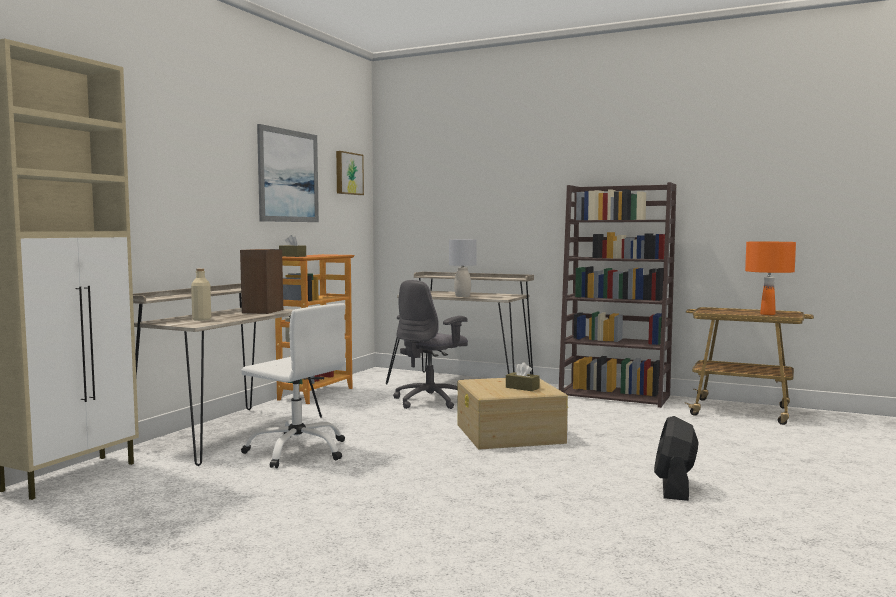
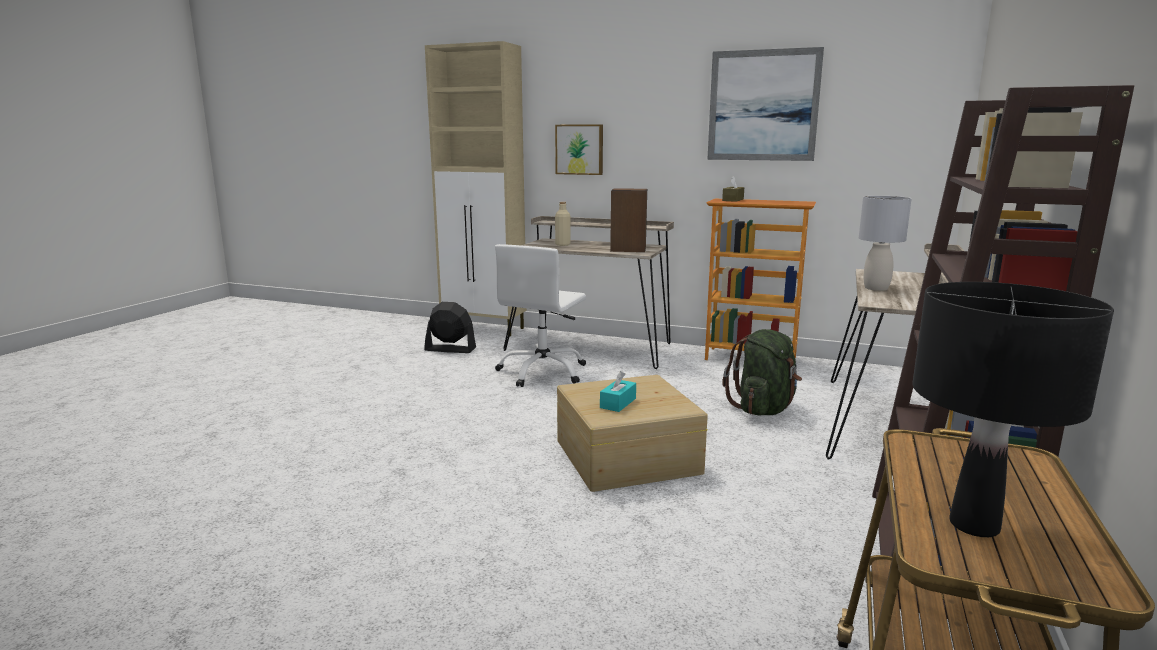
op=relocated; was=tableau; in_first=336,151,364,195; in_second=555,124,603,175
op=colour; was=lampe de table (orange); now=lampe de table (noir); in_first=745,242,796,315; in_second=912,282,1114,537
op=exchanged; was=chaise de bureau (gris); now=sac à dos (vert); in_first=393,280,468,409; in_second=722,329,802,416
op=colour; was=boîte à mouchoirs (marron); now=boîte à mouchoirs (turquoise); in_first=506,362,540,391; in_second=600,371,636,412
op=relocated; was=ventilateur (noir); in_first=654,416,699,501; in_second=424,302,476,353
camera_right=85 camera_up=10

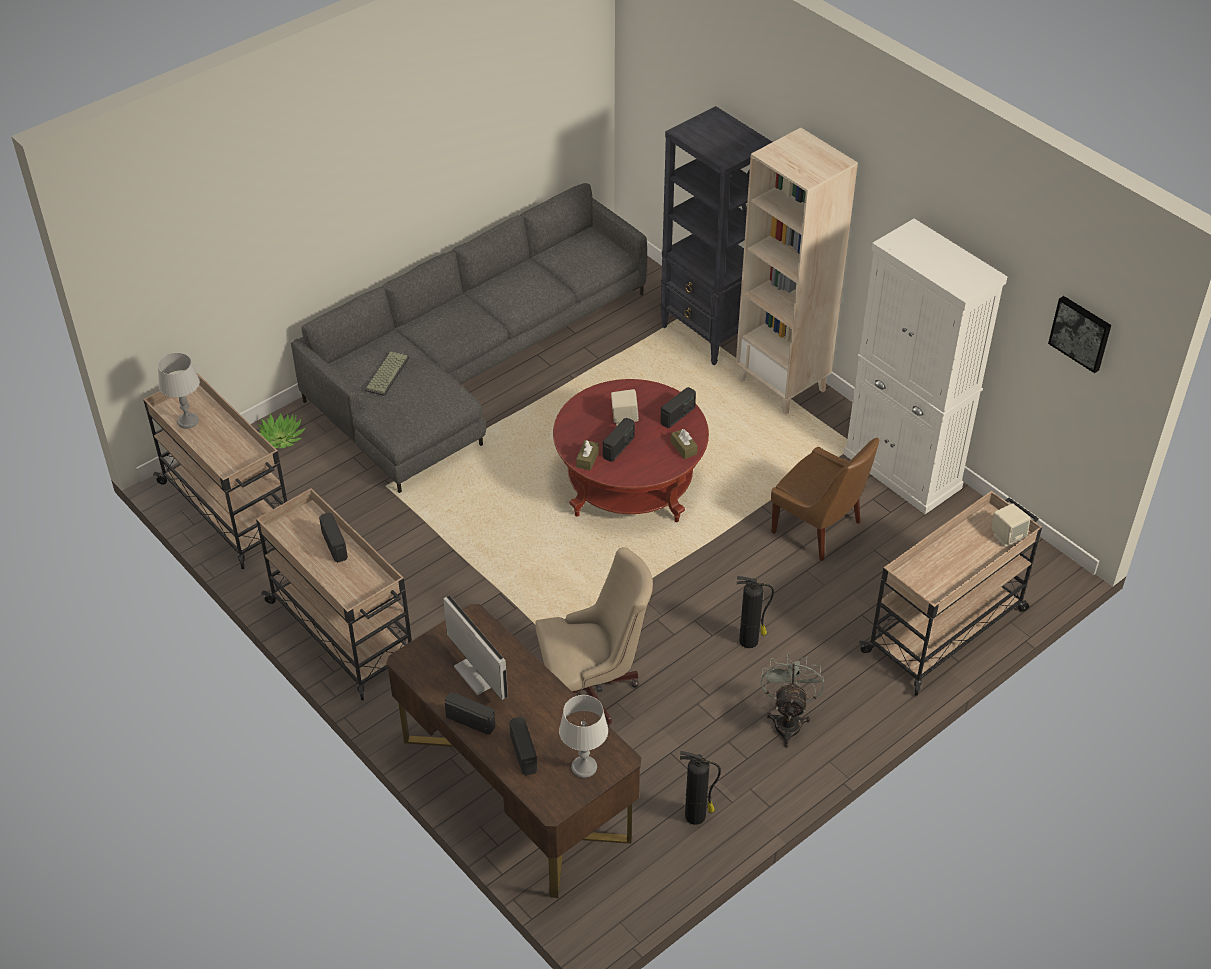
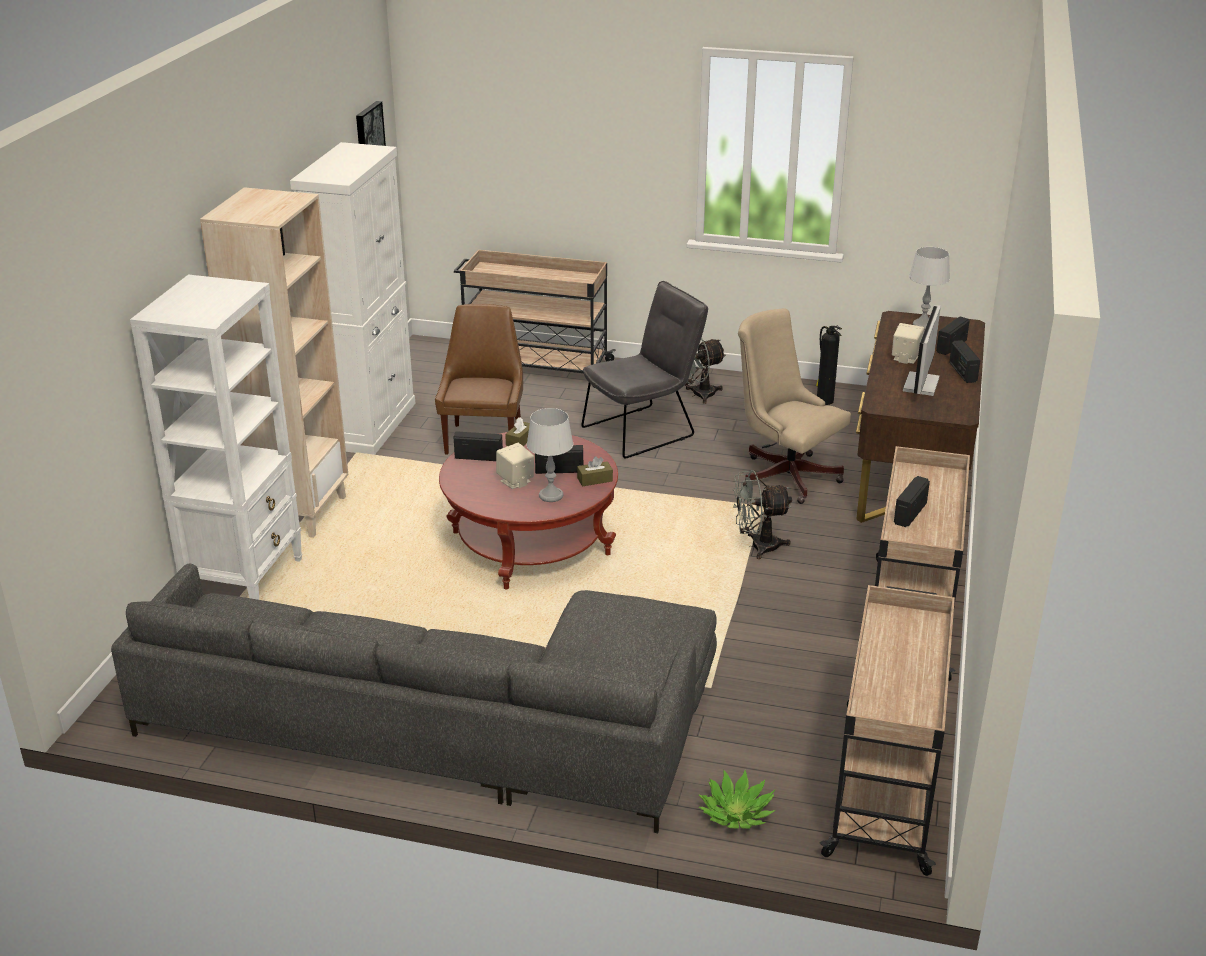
op=colour; was=bibliothèque (noir); now=bibliothèque (blanc); in_first=660,106,772,365; in_second=130,275,303,600
op=missing; was=clavier; in_first=365,351,410,396
op=relocated; was=lampe de table (gris); in_first=158,353,200,429; in_second=527,408,573,502
op=relocated; was=enceinte (beige); in_first=991,503,1030,547; in_second=892,323,924,364
op=exchanged; was=extincteur; now=chaise (gris); in_first=736,576,774,648; in_second=581,281,708,459
op=appeared; now=ventilateur (gris); in_second=733,470,792,559
camera_right=-125 camera_up=-15

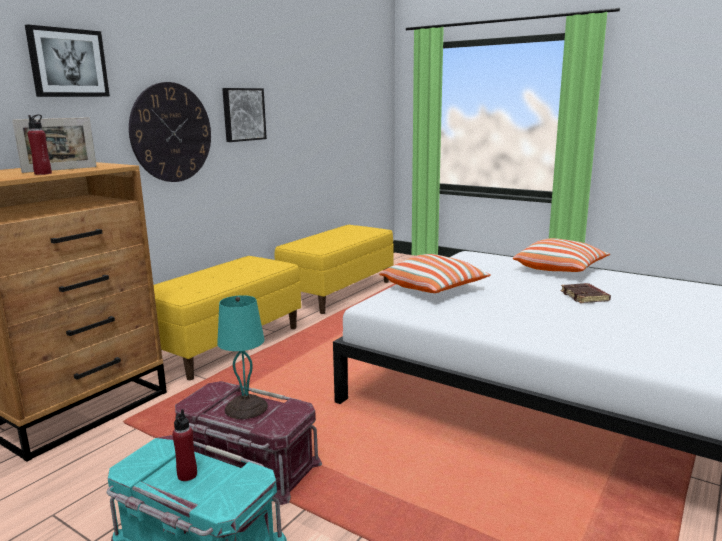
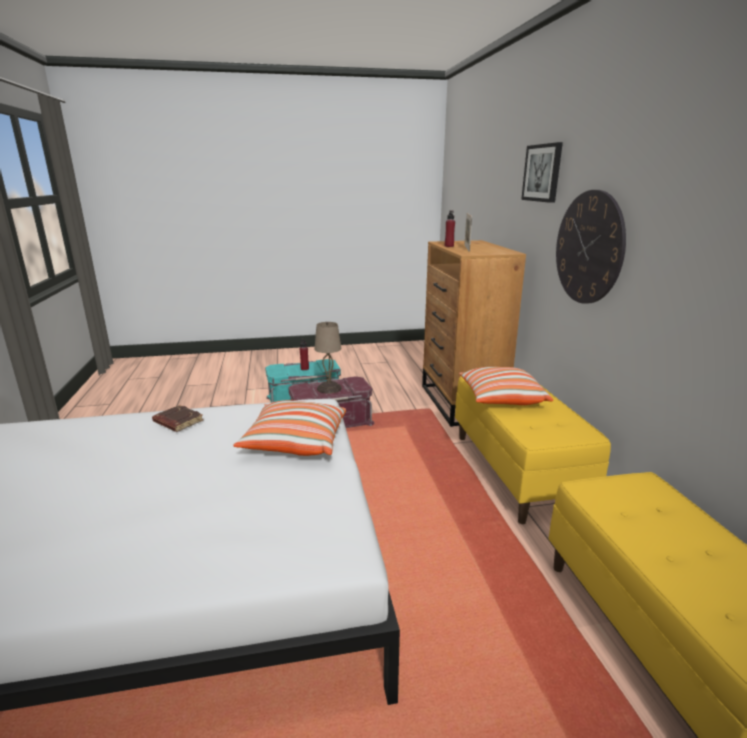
op=missing; was=tableau; in_first=222,88,267,142
op=relocated; was=coussin; in_first=513,238,610,272; in_second=459,367,553,405
op=relocated; was=livre (marron); in_first=561,283,611,303; in_second=152,405,204,432
op=colour; was=lampe de table (turquoise); now=lampe de table (beige); in_first=217,295,268,419; in_second=314,322,342,393
camera_right=135 camera_up=5

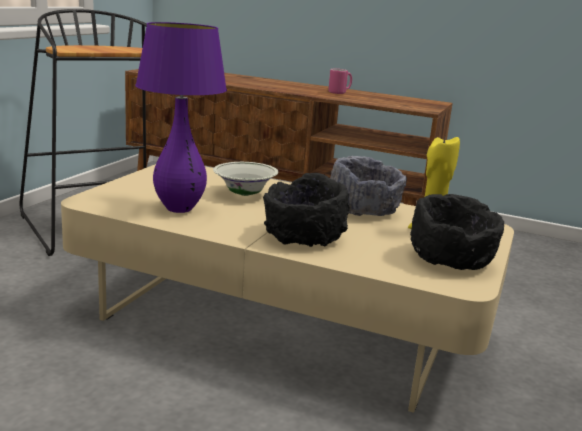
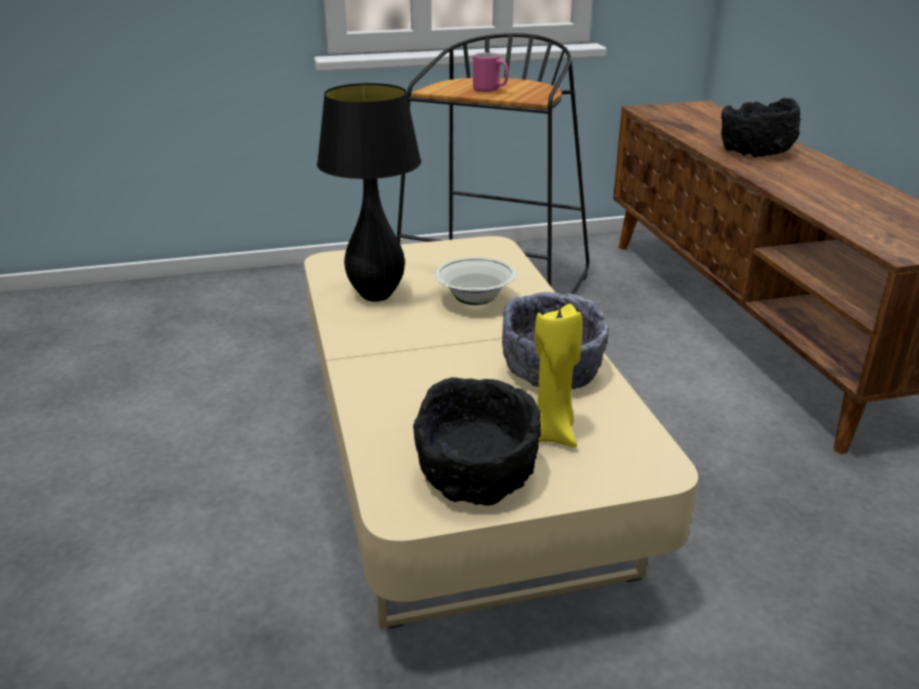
op=colour; was=lampe de table (violet); now=lampe de table (noir); in_first=135,22,227,213; in_second=317,83,421,302
op=relocated; was=mug (rose); in_first=328,69,352,94; in_second=473,53,509,92
op=relocated; was=bol (noir); in_first=263,173,350,247; in_second=721,98,801,158
camera_right=55 camera_up=10

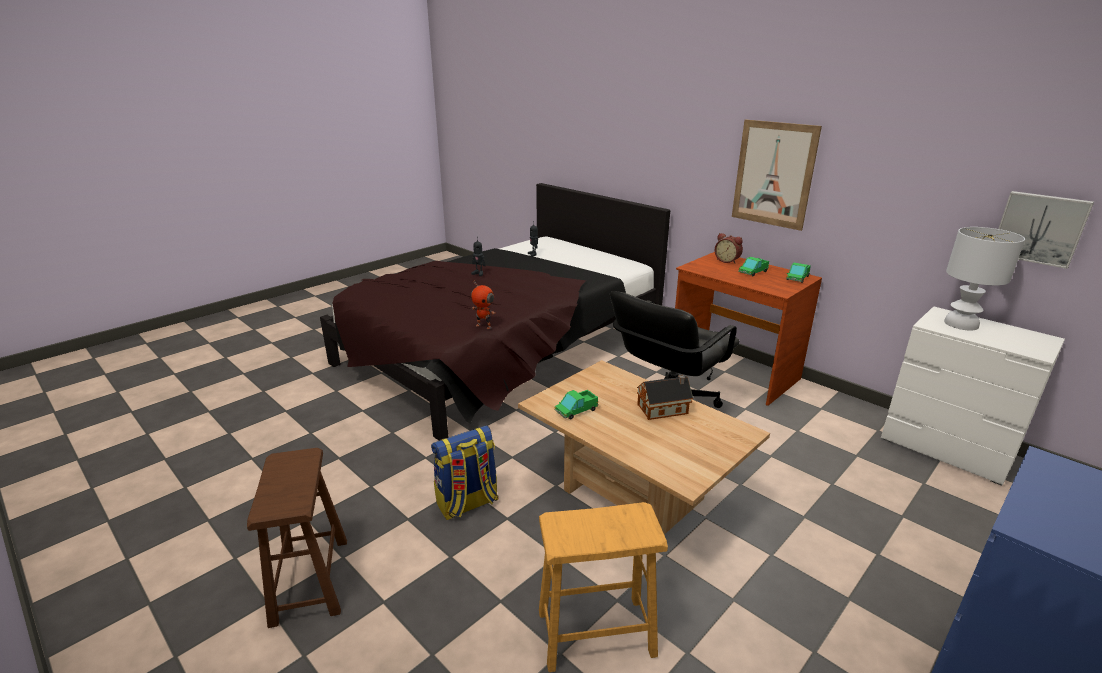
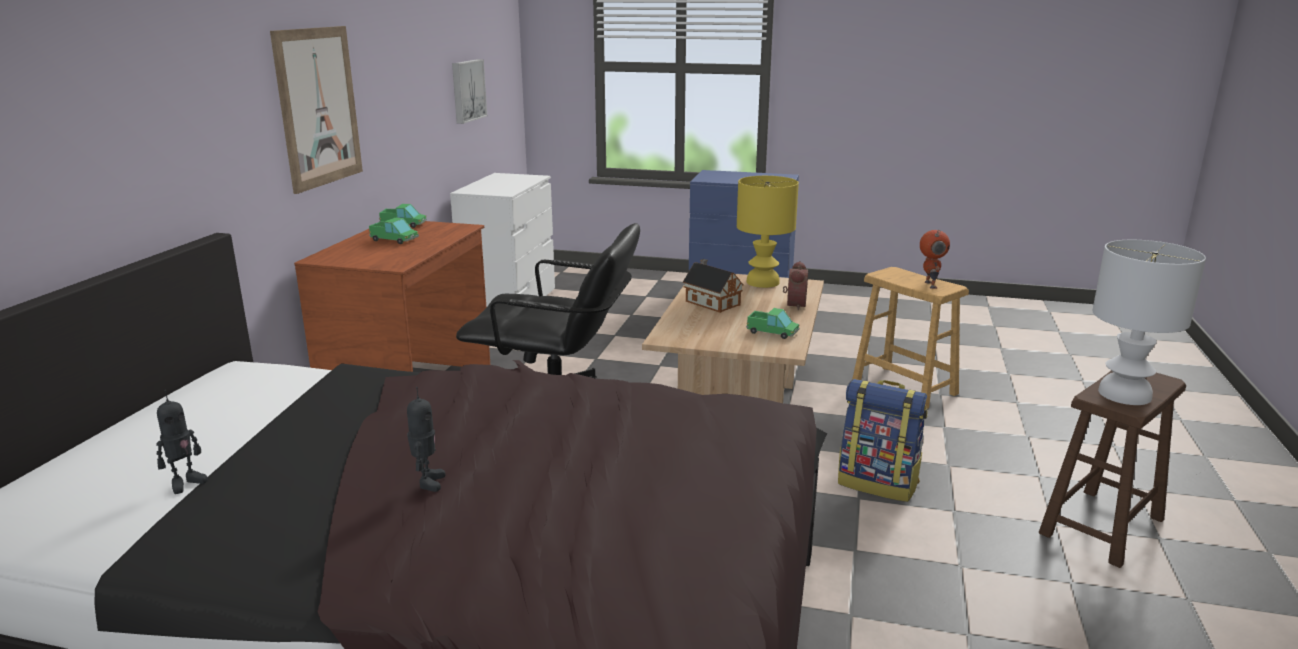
op=relocated; was=lampe de table (blanc); in_first=944,227,1025,331; in_second=1092,240,1206,405
op=relocated; was=réveil; in_first=715,233,743,264; in_second=783,261,808,311
op=relocated; was=robot jouet; in_first=471,281,495,329; in_second=920,230,950,289
op=appeared; now=lampe de table (jaune); in_second=737,176,799,288
camera_right=-120 camera_up=-5

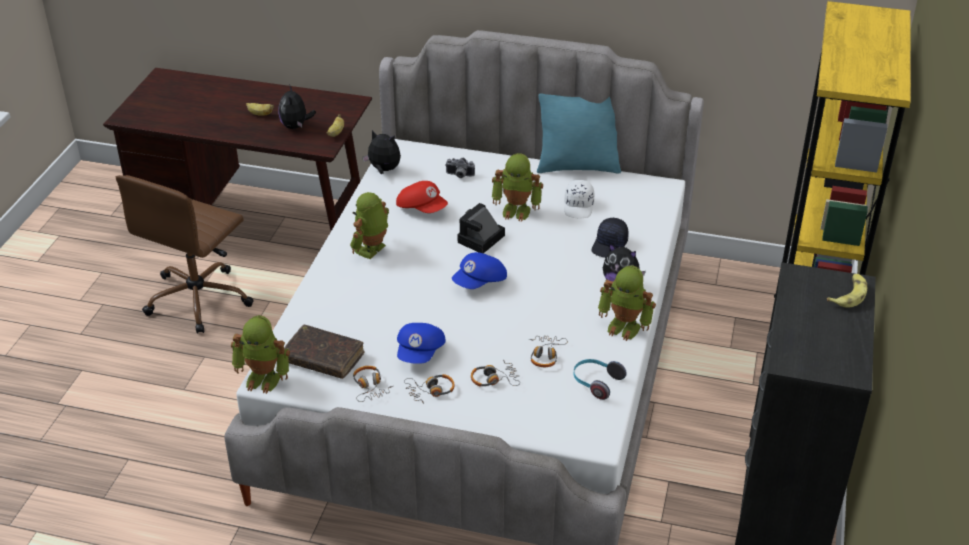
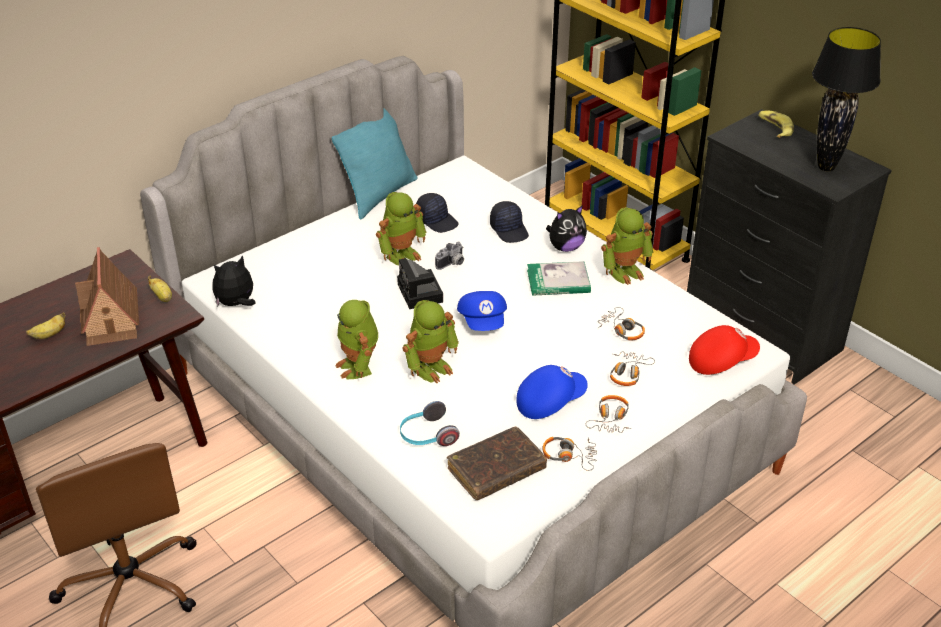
op=exchanged; was=peluche; now=maison miniature; in_first=278,84,316,129; in_second=75,247,139,346
op=relocated; was=appareil photo; in_first=445,158,475,178; in_second=435,242,464,270
op=colour; was=casquette (blanc); now=casquette (noir); in_first=564,180,594,218; in_second=416,193,459,233
op=relocated; was=casquette (rouge); in_first=396,181,448,213; in_second=689,325,760,375
op=relocated; was=robot jouet; in_first=231,315,290,394; in_second=402,300,459,383
op=spun; was=casquette (bleu); in_first=397,323,446,364; in_second=516,365,588,419; clockwise=-75
op=relocated; was=casque audio; in_first=574,359,627,400; in_second=400,401,460,446
op=appeared; now=lampe de table (noir); in_second=812,27,881,171
op=appeared; now=livre; in_second=527,261,591,296
camera_right=-55 camera_up=0

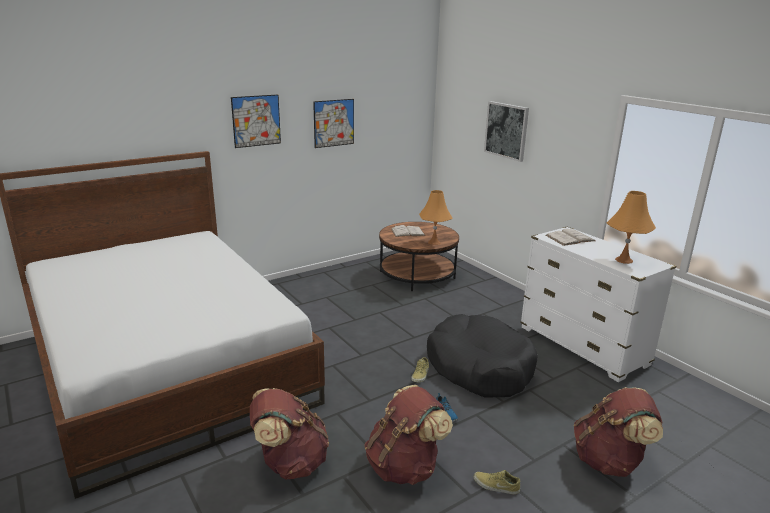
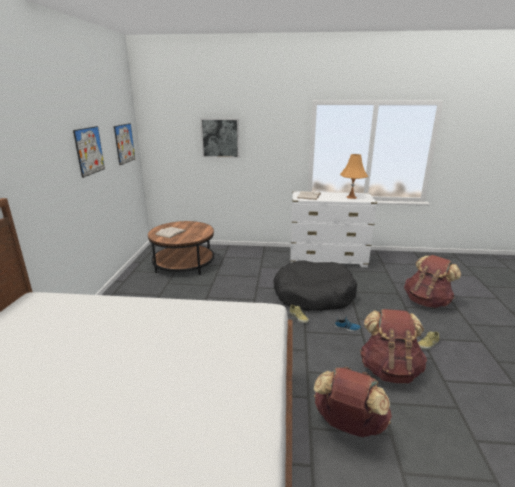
op=relocated; was=tableau; in_first=231,94,281,148; in_second=114,123,135,166
op=missing; was=lampe de table (orange); in_first=419,190,453,245
camera_right=-50 camera_up=0

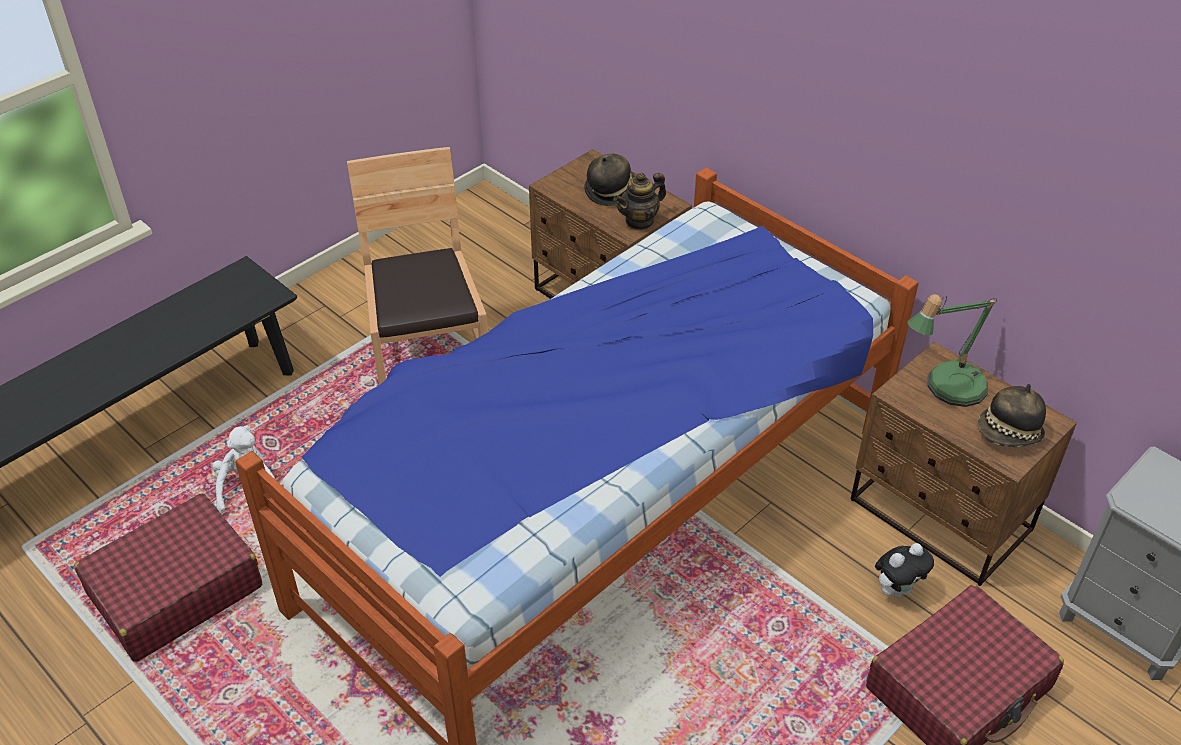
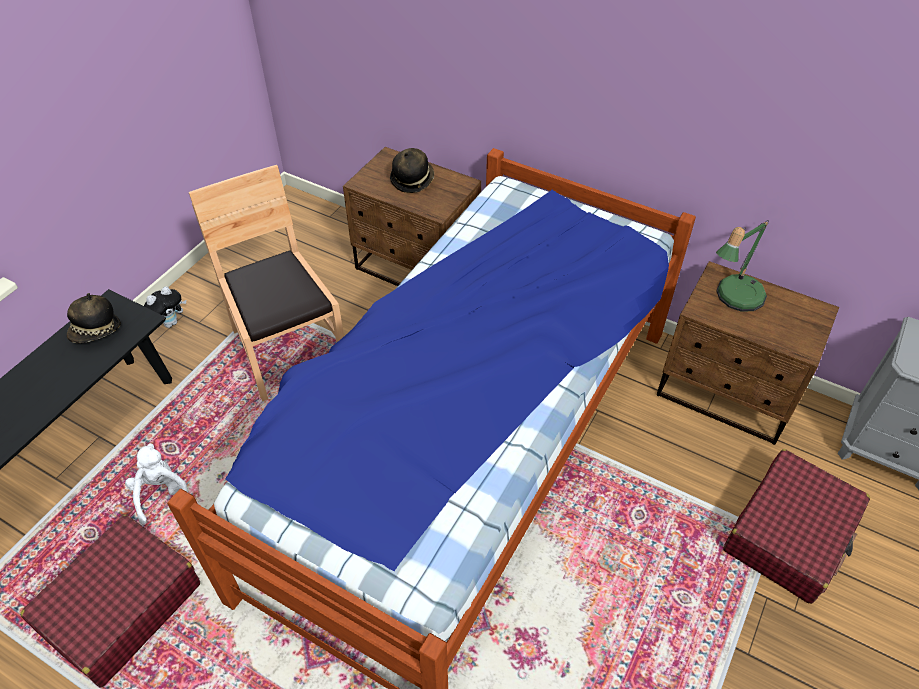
op=missing; was=théière; in_first=614,173,666,231
op=relocated; was=chapeau; in_first=978,384,1046,447; in_second=67,293,121,343
op=relocated; was=peluche; in_first=875,543,934,597; in_second=144,286,186,328
camera_right=-15 camera_up=5

